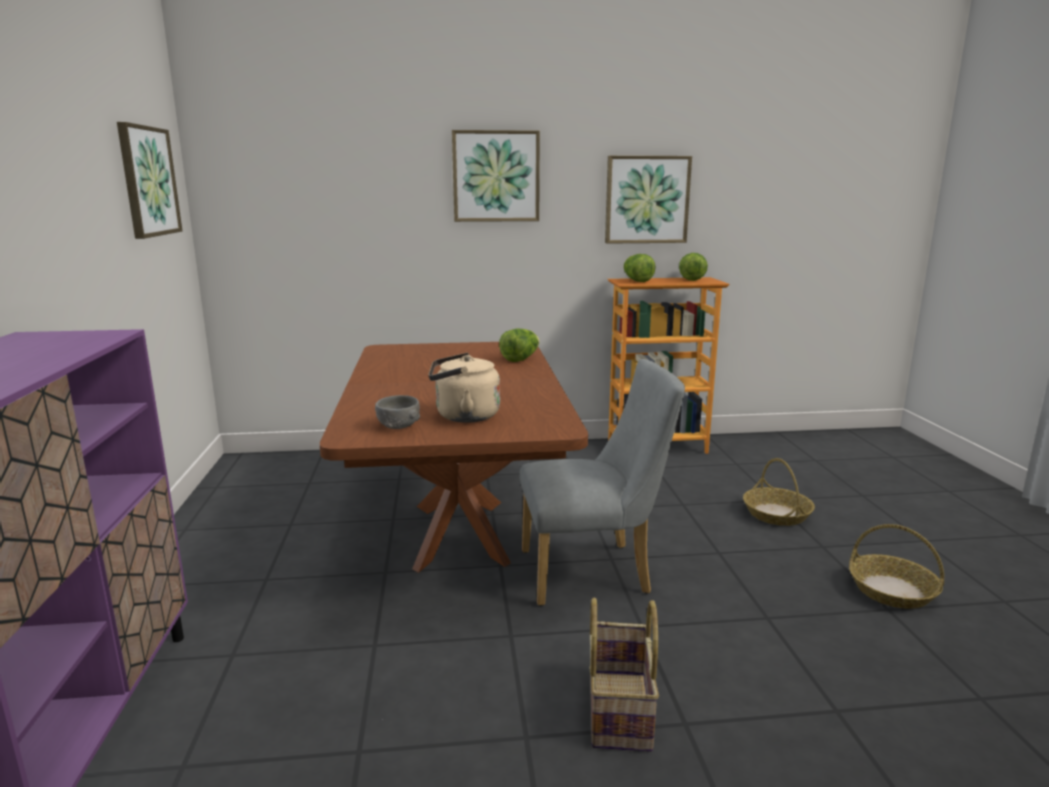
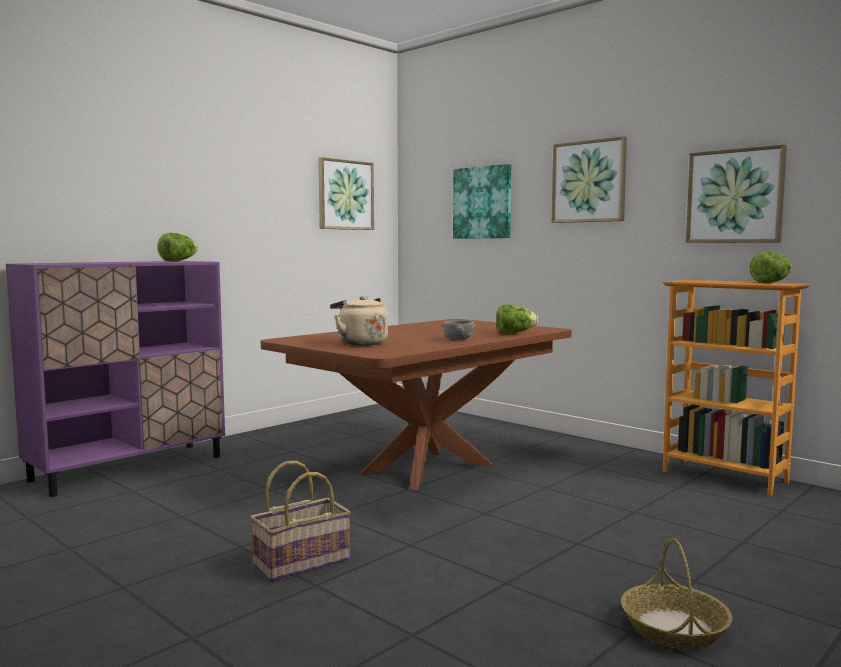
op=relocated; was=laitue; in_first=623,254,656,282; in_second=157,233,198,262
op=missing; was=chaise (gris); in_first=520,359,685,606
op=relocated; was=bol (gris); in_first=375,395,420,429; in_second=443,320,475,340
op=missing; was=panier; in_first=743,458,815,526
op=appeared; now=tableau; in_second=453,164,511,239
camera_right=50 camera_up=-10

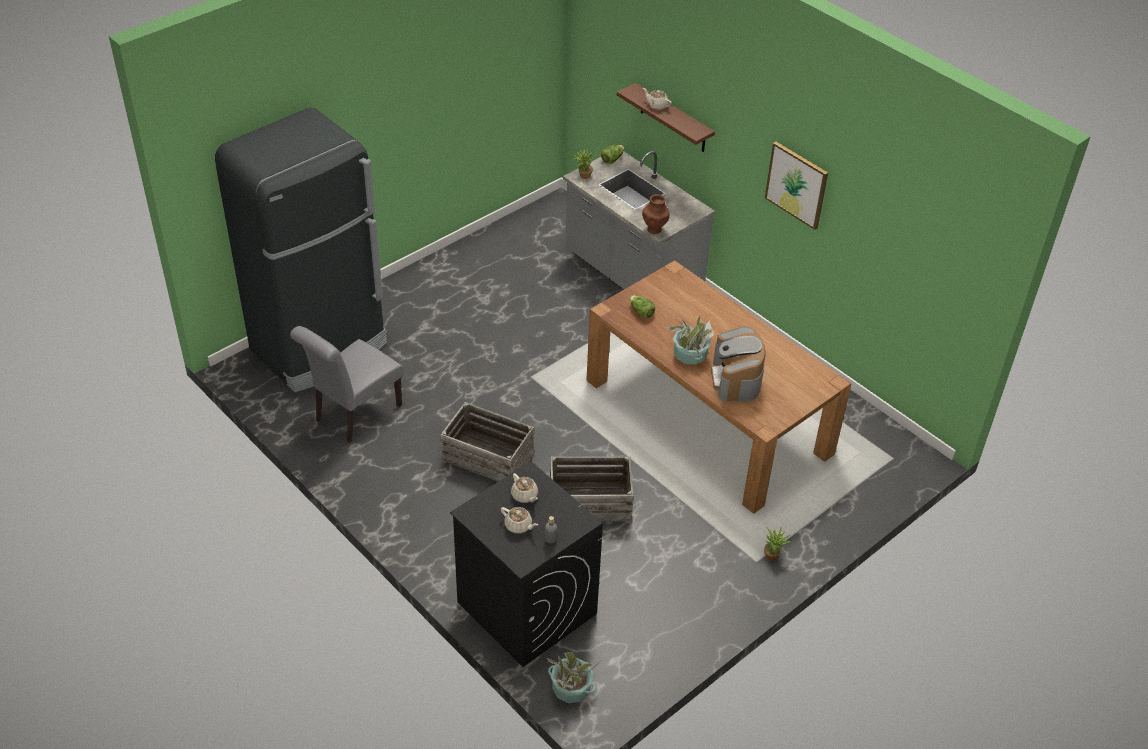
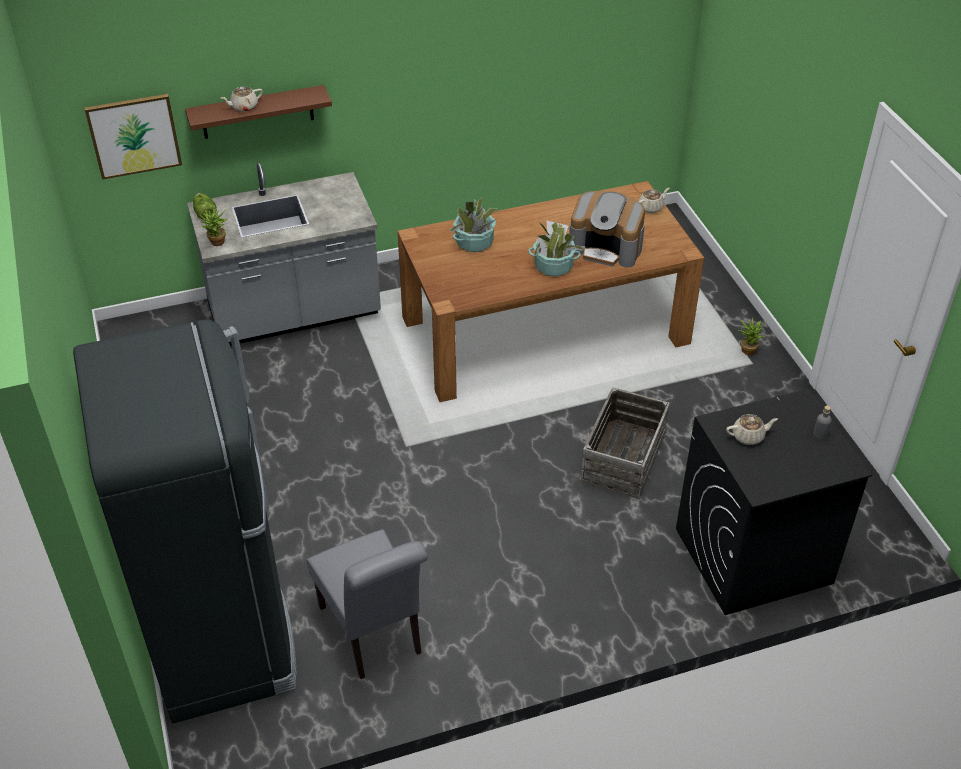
op=relocated; was=tableau; in_first=765,142,828,230; in_second=84,94,182,180
op=missing; was=vase (marron); in_first=642,194,670,234
op=missing; was=laitue; in_first=630,295,655,319
op=missing; was=caisse; in_first=440,402,534,482
op=relocated; was=théière (beige); in_first=501,507,538,533; in_second=638,188,670,213
op=relocated; was=plante en pot; in_first=547,652,597,703; in_second=450,198,498,252
camera_right=-65 camera_up=0

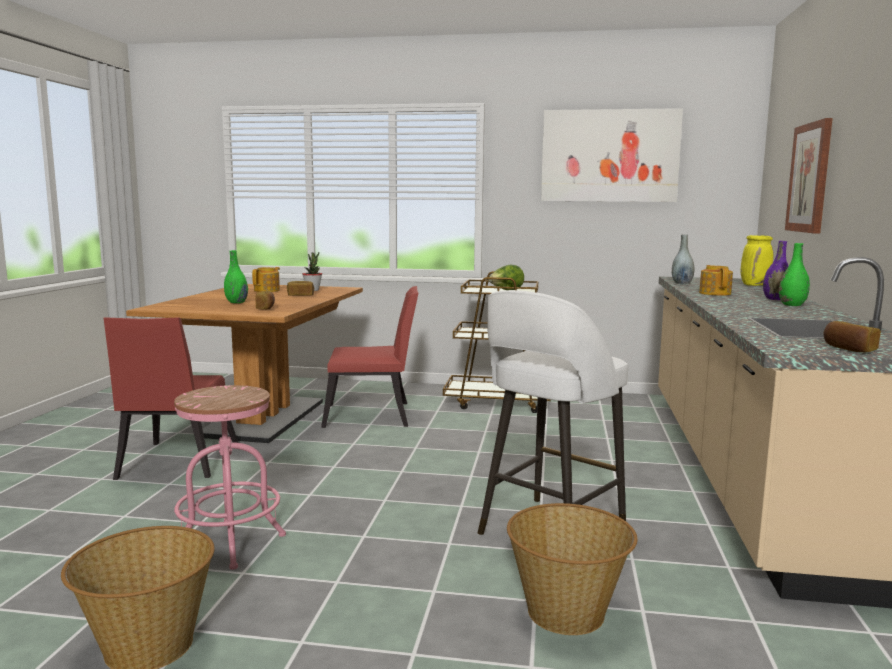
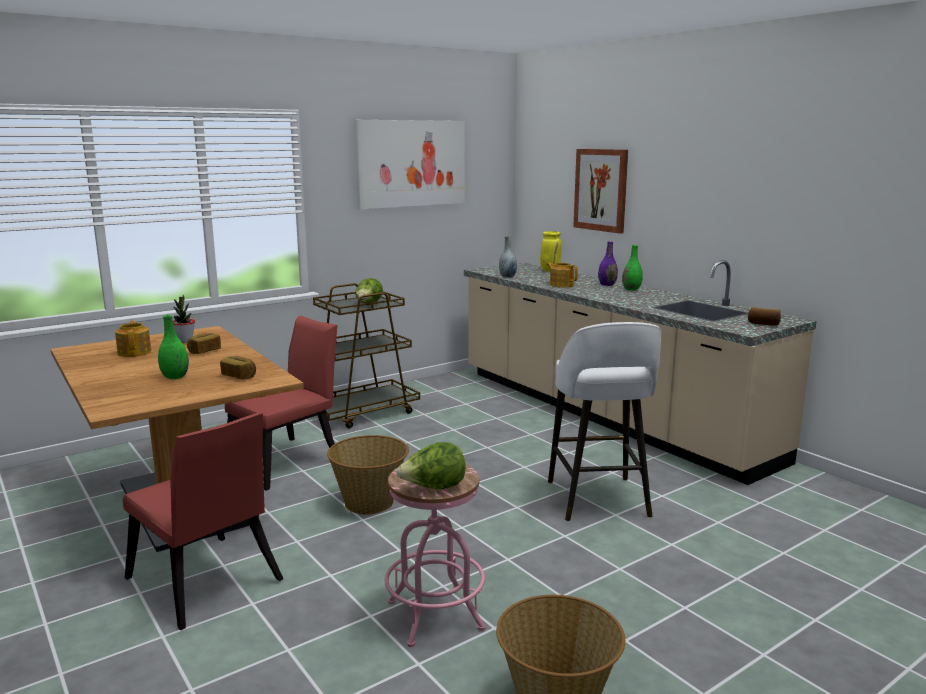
op=relocated; was=panier; in_first=507,503,637,635; in_second=327,435,409,514
op=appeared; now=laitue; in_second=396,442,466,489
camera_right=-45 camera_up=5

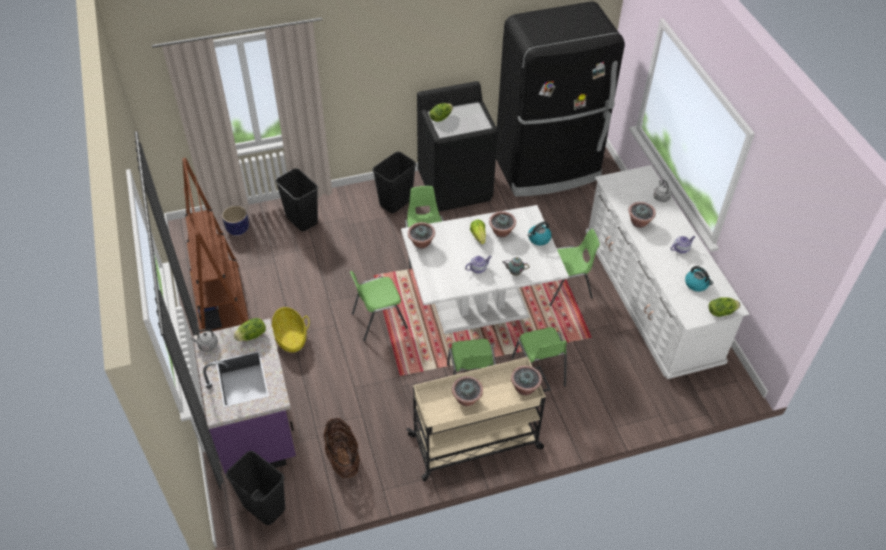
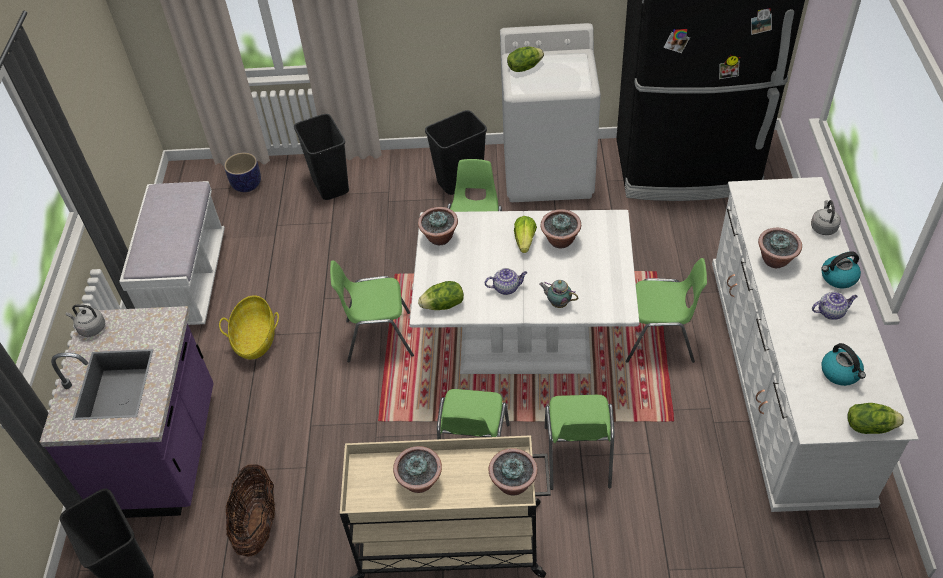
op=colour; was=lave-linge (noir); now=lave-linge (blanc); in_first=417,81,498,212; in_second=500,23,601,202
op=exchanged; was=bibliothèque (marron); now=banc (blanc); in_first=182,158,249,334; in_second=119,181,225,325
op=relocated; was=bouilloire; in_first=528,222,551,246; in_second=821,251,861,288
op=relocated; was=laitue; in_first=234,318,266,341; in_second=418,281,464,310
camera_right=20 camera_up=0

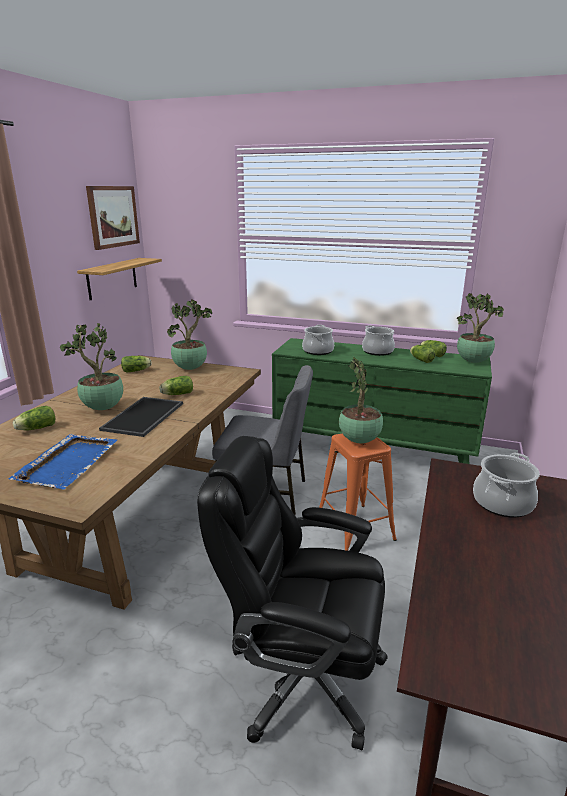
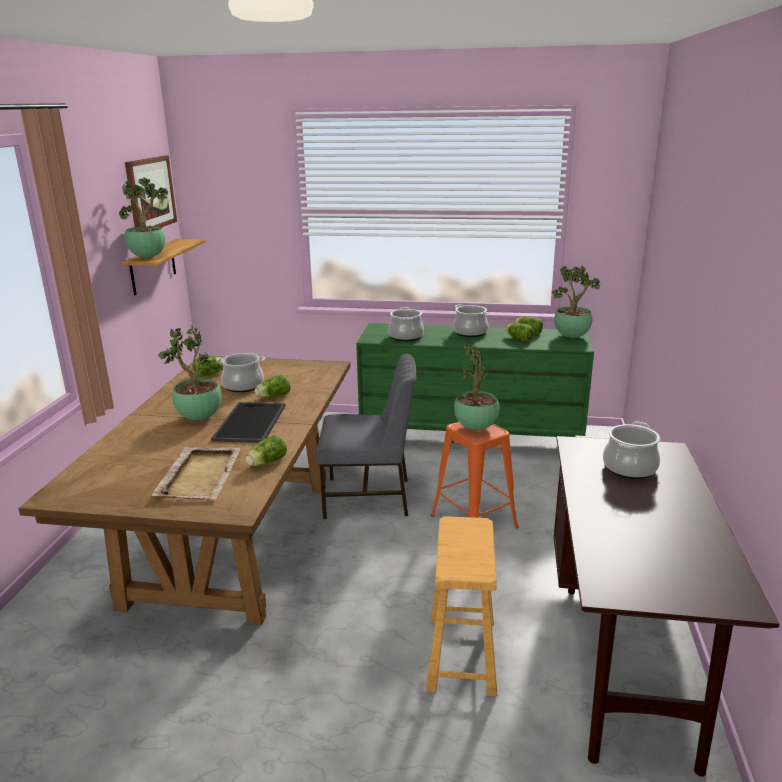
op=relocated; was=plante en pot; in_first=167,299,212,370; in_second=119,177,168,258
op=relocated; was=laitue; in_first=13,406,55,430; in_second=246,435,287,466
op=colour; was=plateau (bleu); now=plateau (beige); in_first=9,434,117,490; in_second=152,447,241,500
op=exchanged; was=chaise de bureau (noir); now=tabouret (marron); in_first=197,436,388,750; in_second=426,516,497,696
op=appeared; now=marmite; in_second=216,353,265,392
camera_right=-10 camera_up=0

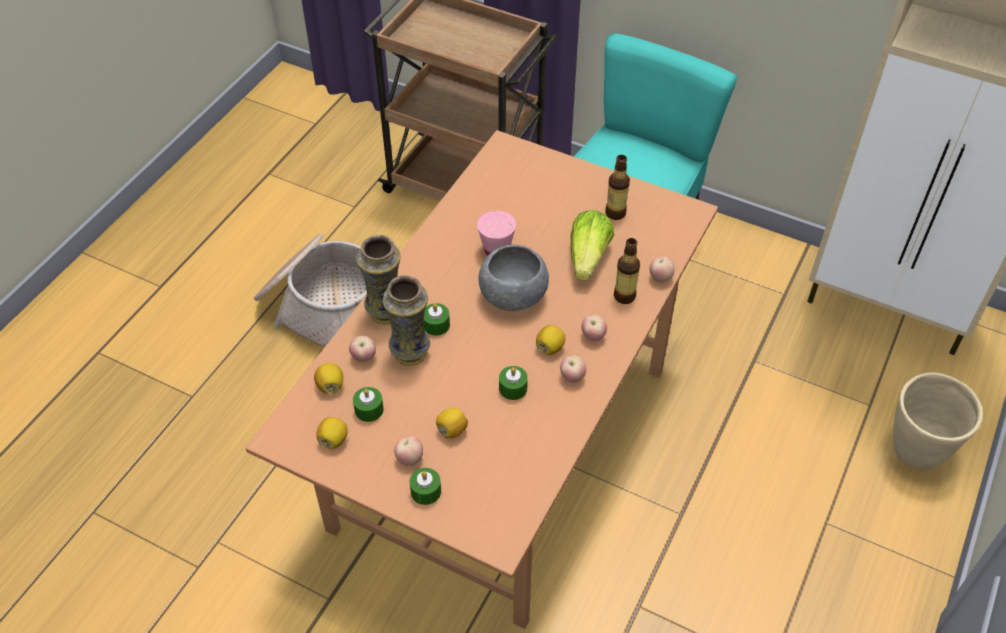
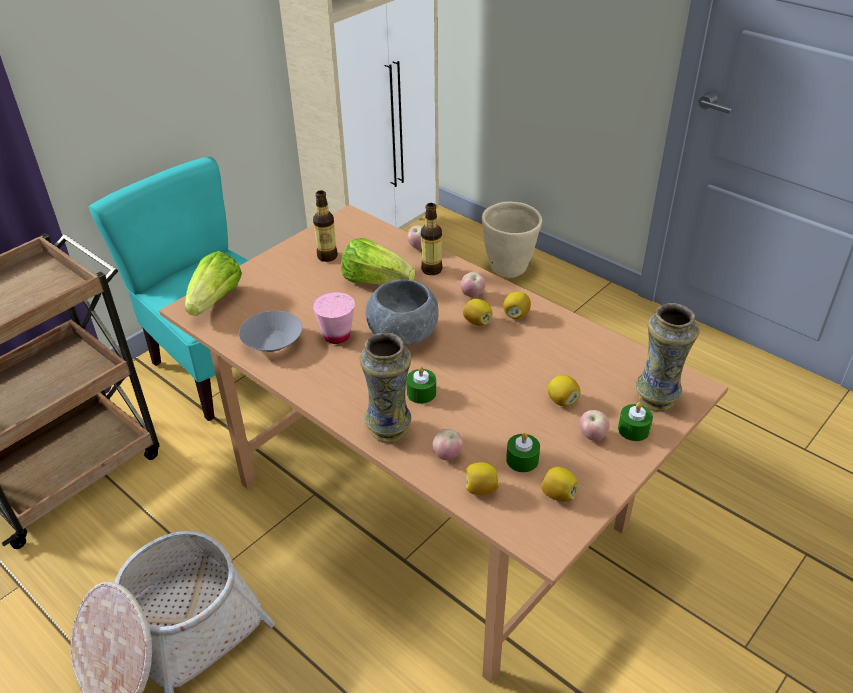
op=relocated; was=vase; in_first=383,275,430,366; in_second=636,303,700,412
op=exchanged; was=pomme; now=citron; in_first=560,355,586,383; in_second=503,292,531,319
op=missing; was=bougie (vert); in_first=499,366,528,400
op=appeared; now=laitue; in_second=185,251,242,316
op=appeared; now=bol (gris); in_second=239,311,302,352
camera_right=-75 camera_up=-10

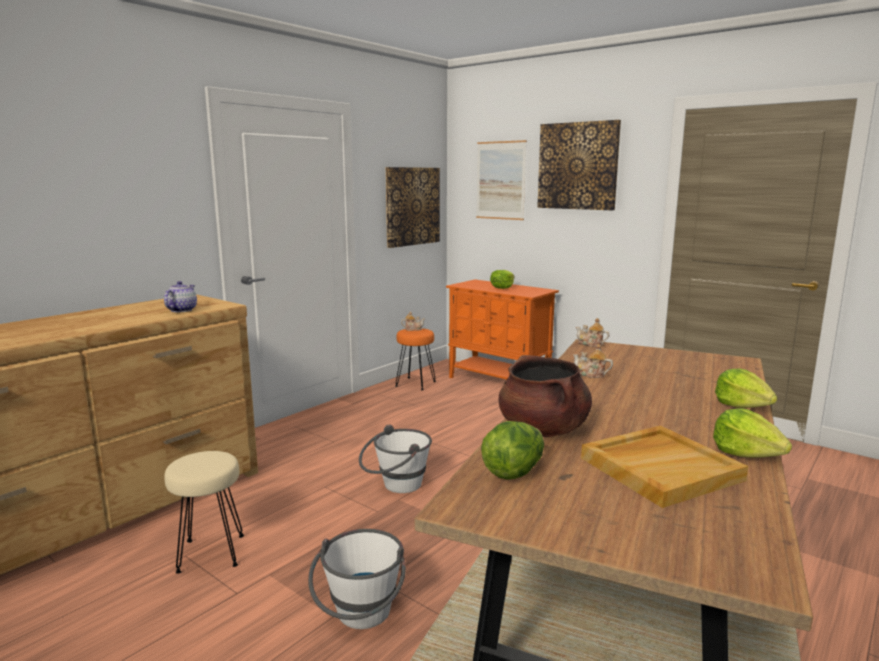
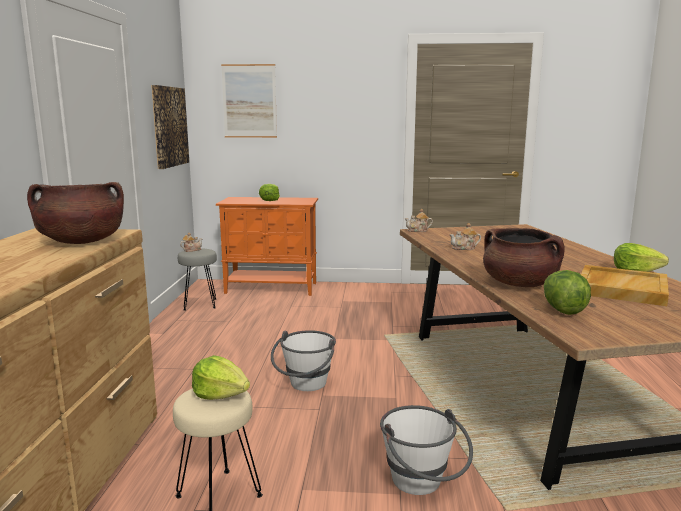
op=missing; was=tableau; in_first=537,120,621,210
op=exchanged; was=théière; now=marmite (marron); in_first=164,281,197,312; in_second=27,182,124,244
op=colour; was=tabouret (orange); now=tabouret (gris); in_first=395,328,436,390; in_second=178,249,217,311
op=relocated; was=laitue; in_first=715,369,777,408; in_second=192,355,250,400
camera_right=-35 camera_up=0

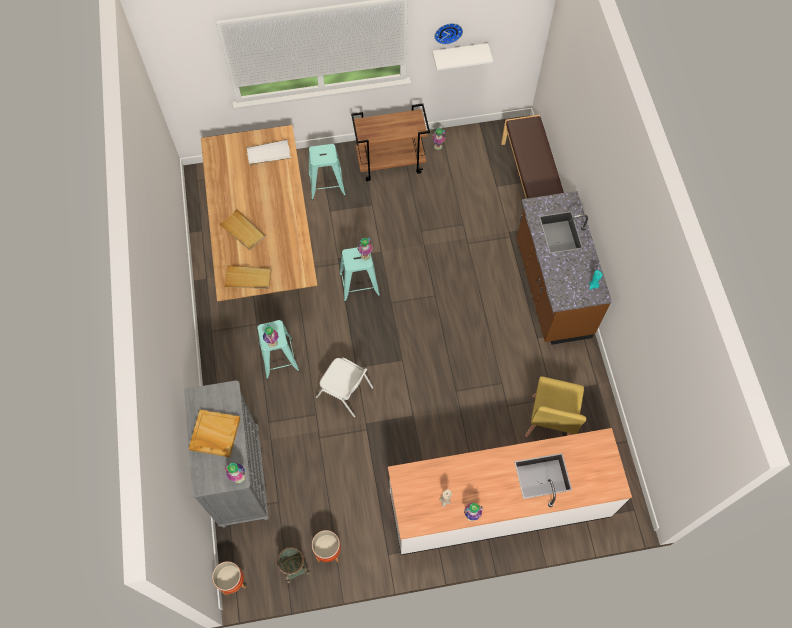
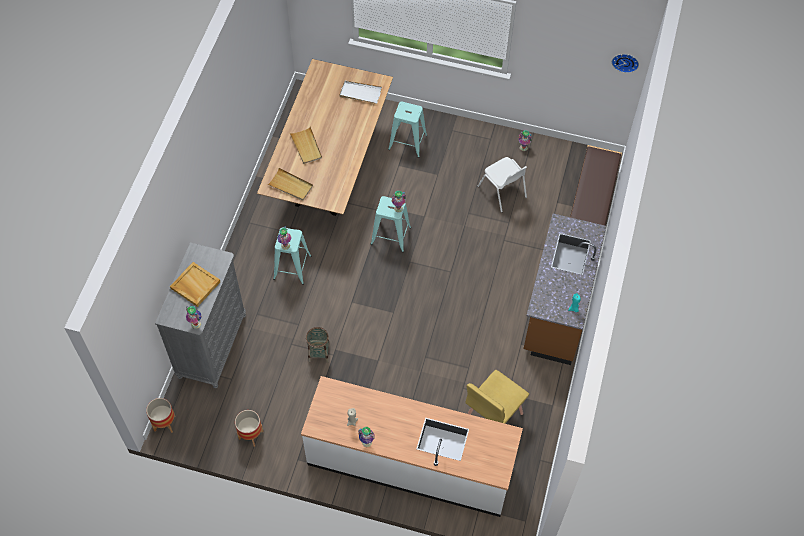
op=relocated; was=horloge murale; in_first=434,23,463,45; in_second=612,54,639,73
op=missing; was=étagère (blanc); in_first=432,43,493,70
op=missing; was=chariot (marron); in_first=351,103,430,181
op=relocated; was=chaise (blanc); in_first=316,358,374,418; in_second=477,157,527,212
op=relocated; was=panier; in_first=277,547,310,583; in_second=306,327,330,363
camera_right=25 camera_up=-5

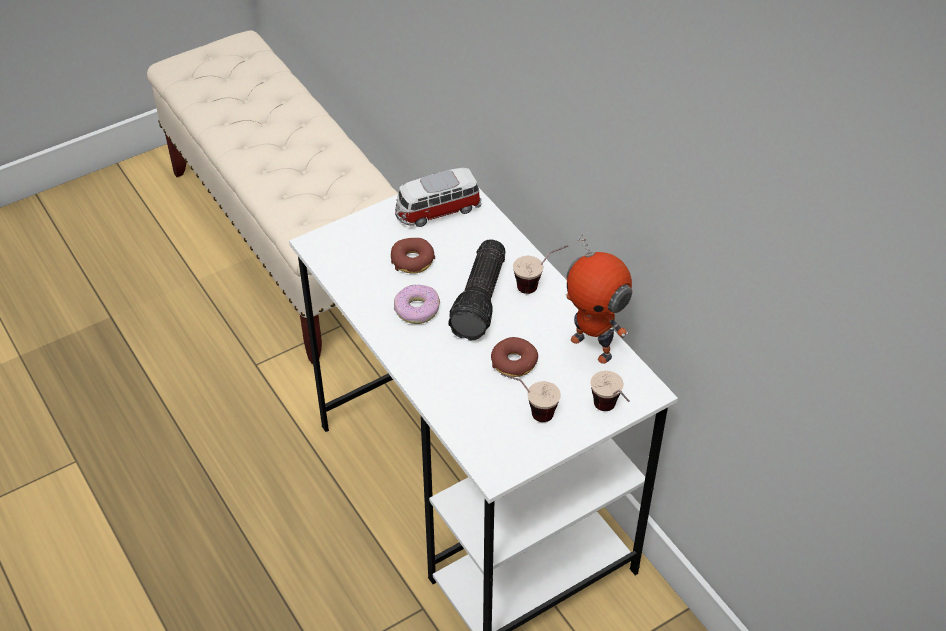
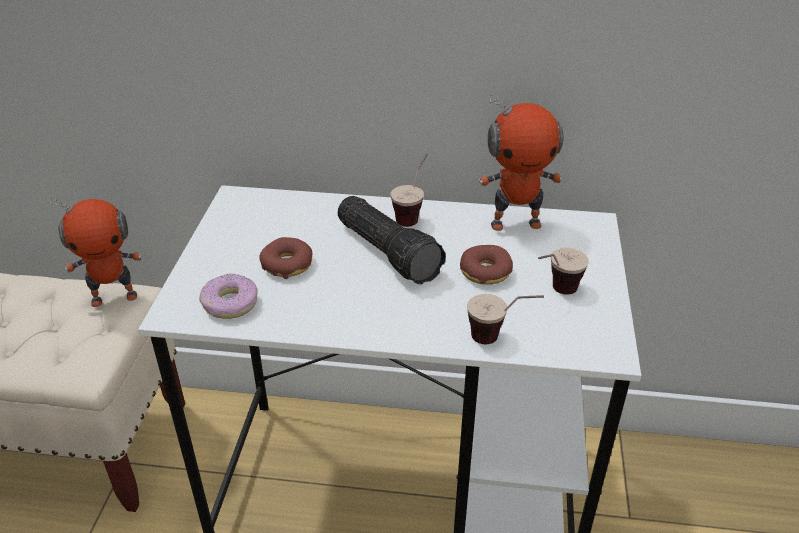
op=missing; was=petite voiture; in_first=395,168,482,227
op=relocated; was=beignet; in_first=394,285,440,324; in_second=199,273,258,319
op=relocated; was=tasse; in_first=591,371,630,411; in_second=467,294,544,344
op=appeared; now=robot jouet; in_second=50,196,142,307
camera_right=-50 camera_up=-10

